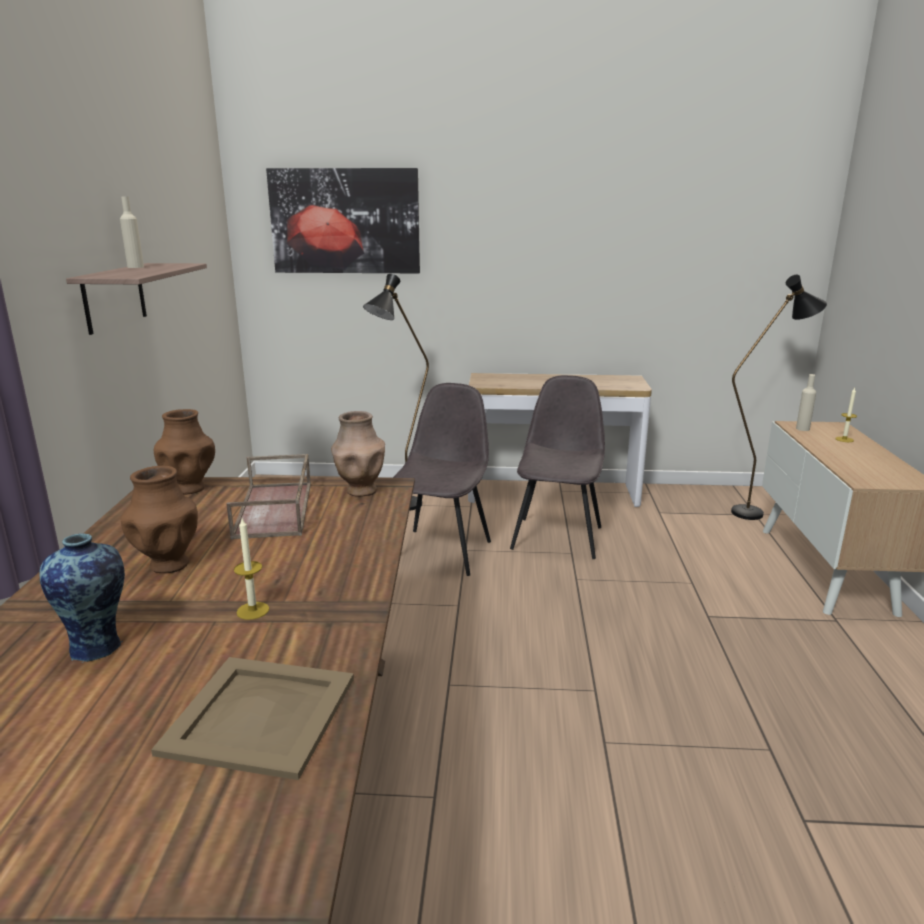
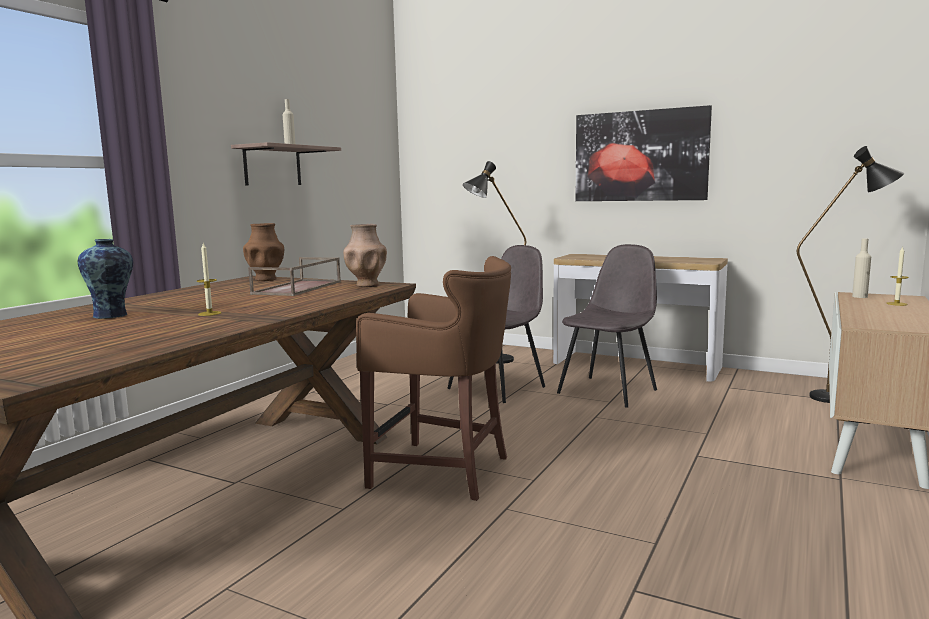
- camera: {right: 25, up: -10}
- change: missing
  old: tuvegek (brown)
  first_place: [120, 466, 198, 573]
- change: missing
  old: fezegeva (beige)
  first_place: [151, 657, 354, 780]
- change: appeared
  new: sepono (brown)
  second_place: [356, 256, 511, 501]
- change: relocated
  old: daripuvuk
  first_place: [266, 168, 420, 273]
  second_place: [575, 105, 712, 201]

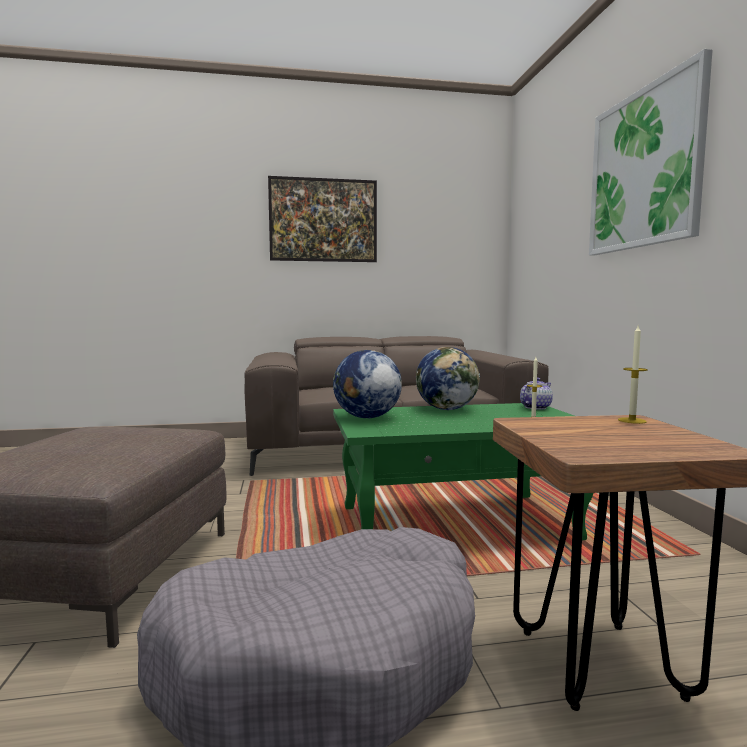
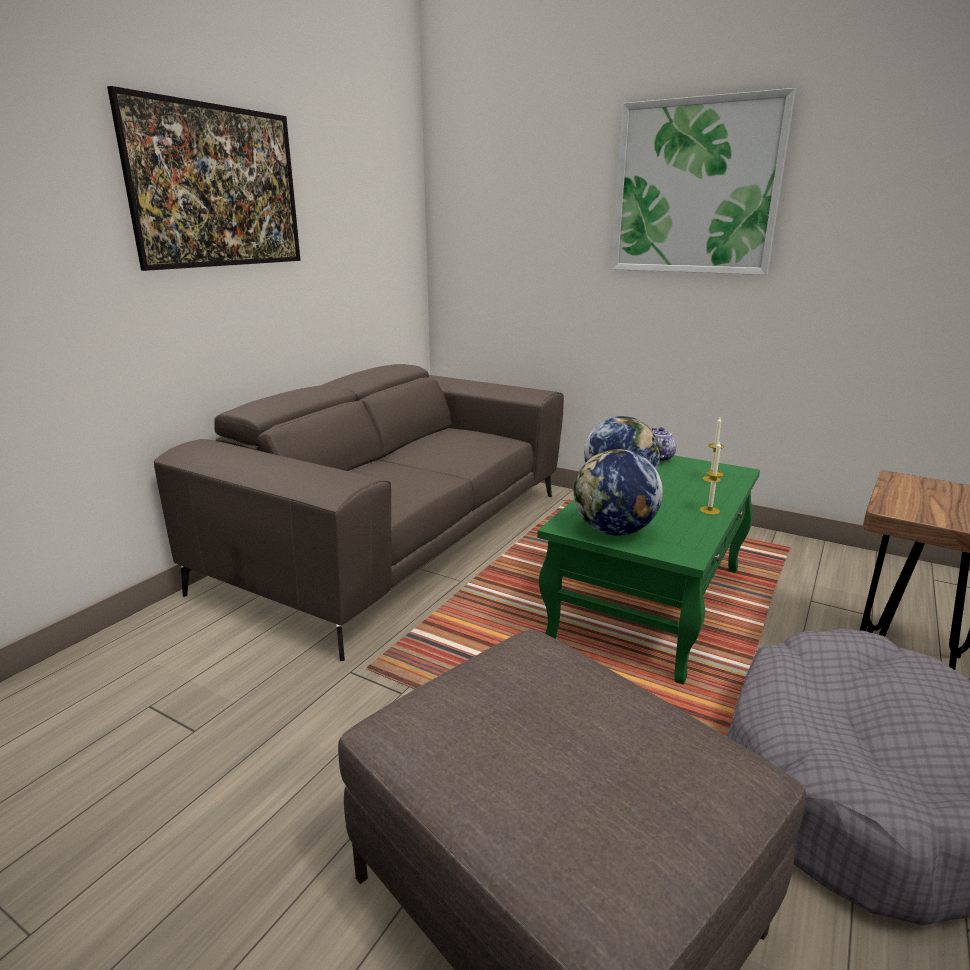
- camera: {right: -50, up: 15}
- change: relocated
  old: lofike
  first_place: [618, 326, 648, 424]
  second_place: [700, 442, 724, 515]

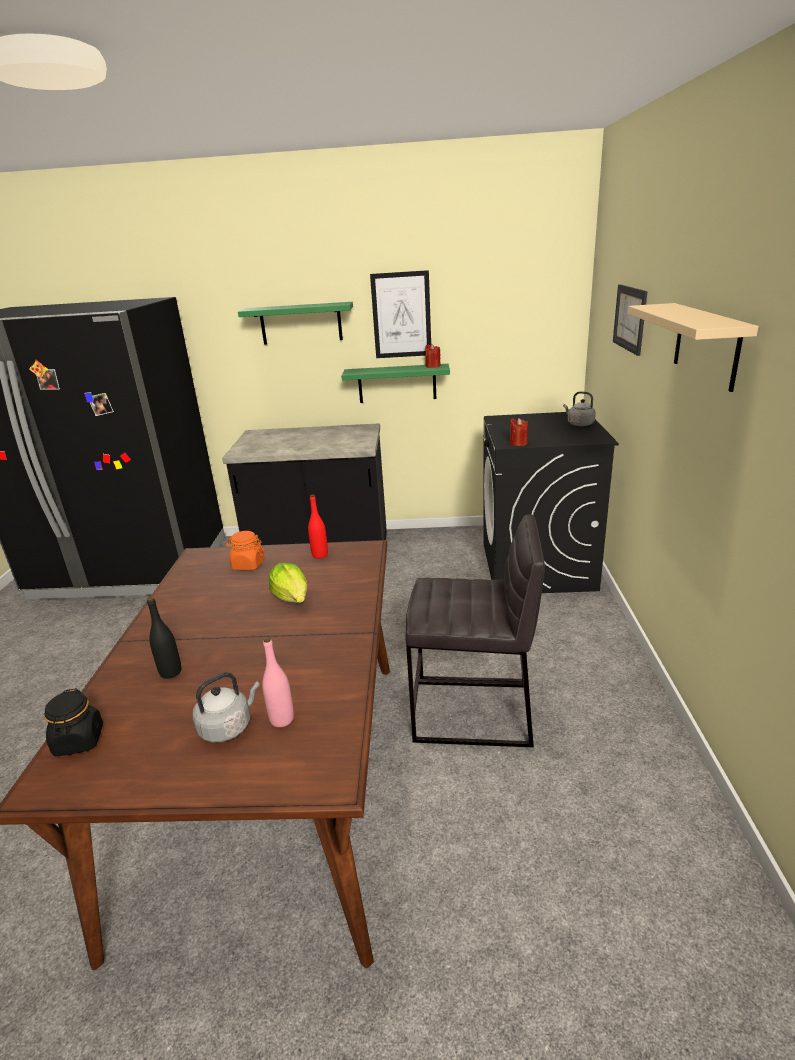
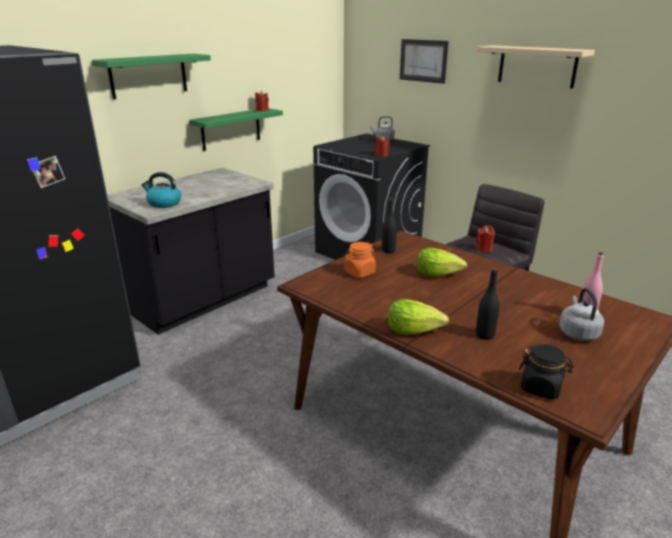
- camera: {right: -50, up: 0}
- change: missing
  old: daripuvuk
  first_place: [370, 270, 431, 358]
- change: appeared
  new: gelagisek
  second_place: [141, 172, 181, 208]
- change: appeared
  new: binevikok
  second_place: [388, 299, 449, 334]
- change: appeared
  new: lofike (red)
  second_place: [476, 225, 495, 252]
- change: colour
  old: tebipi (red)
  new: tebipi (black)
  first_place: [308, 494, 328, 559]
  second_place: [382, 198, 397, 253]

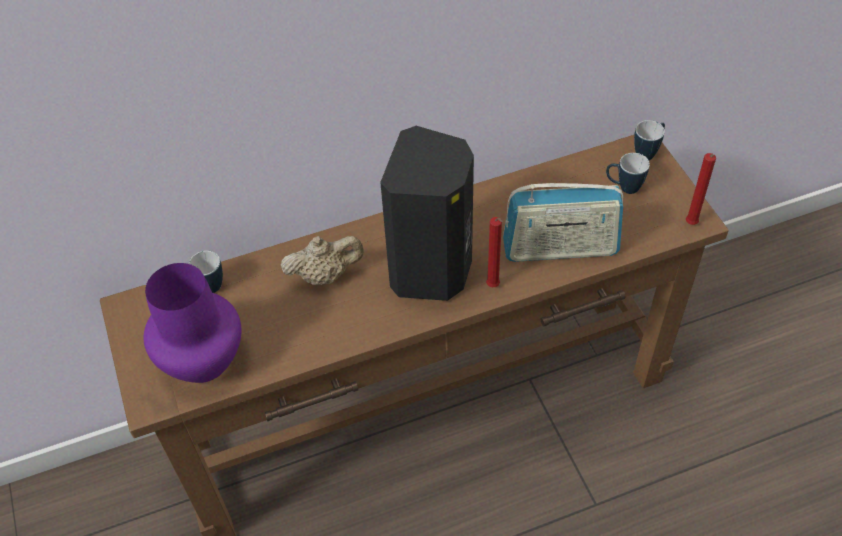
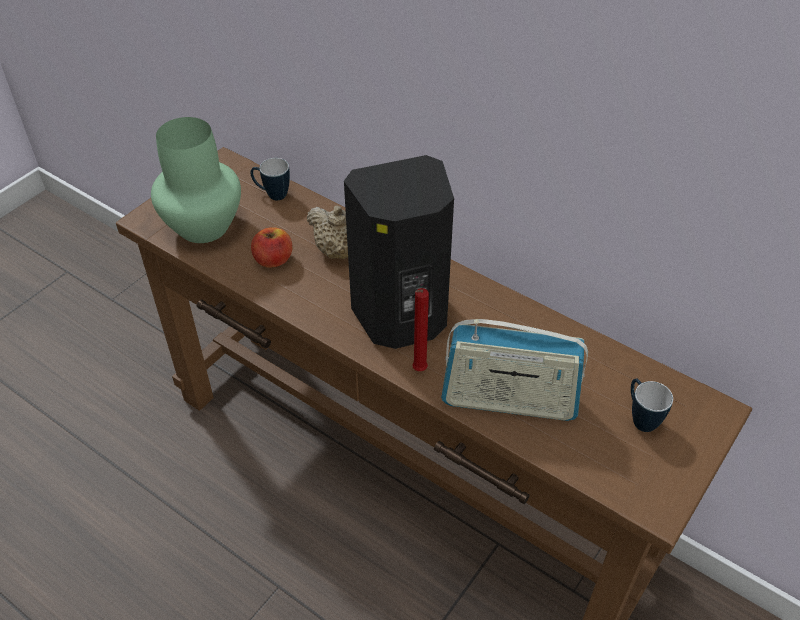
- camera: {right: 55, up: -5}
- change: missing
  old: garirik
  first_place: [634, 120, 665, 160]
- change: missing
  old: lofike (red)
  first_place: [686, 153, 716, 225]
- change: appeared
  new: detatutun
  second_place: [251, 227, 293, 268]
- change: colour
  old: tuvegek (purple)
  new: tuvegek (green)
  first_place: [144, 263, 241, 383]
  second_place: [151, 117, 241, 243]
- change: spun
  old: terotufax
  first_place: [503, 183, 623, 262]
  second_place: [441, 319, 588, 421]
  degrees: -45

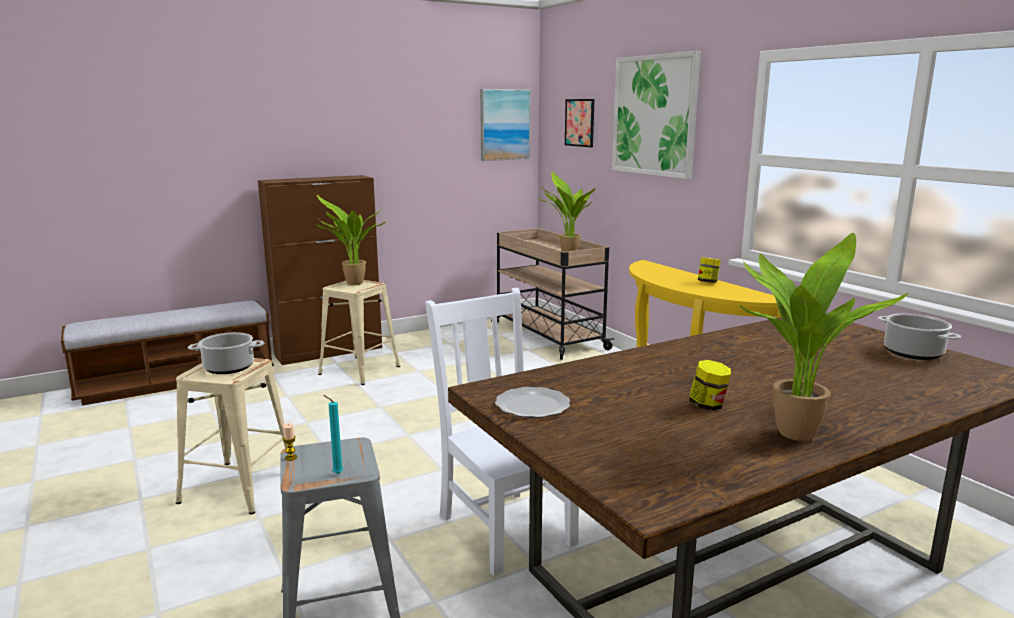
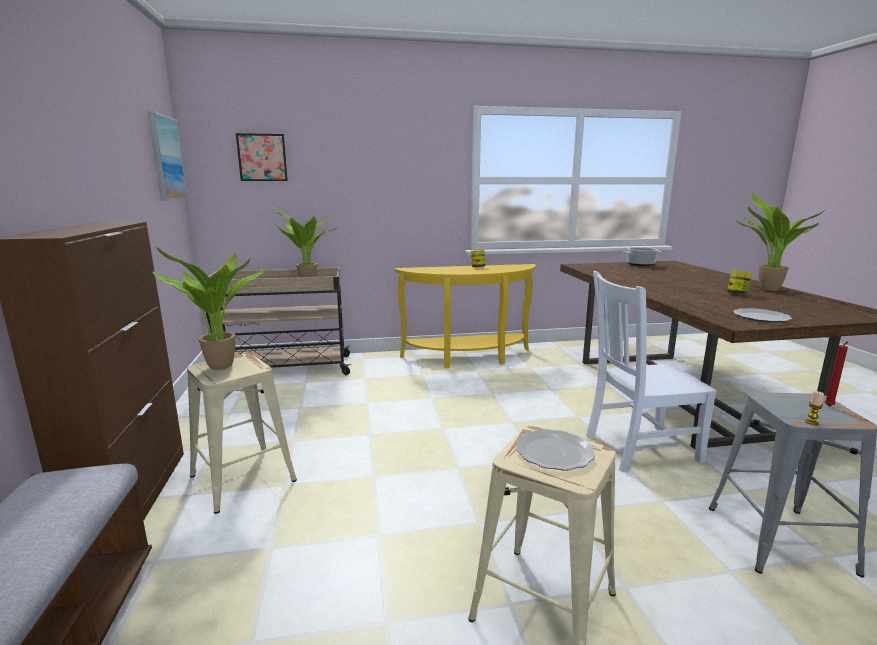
- camera: {right: -70, up: 0}
- change: missing
  old: daripuvuk
  first_place: [612, 51, 701, 179]
- change: exchanged
  old: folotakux
  new: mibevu
  first_place: [188, 332, 264, 374]
  second_place: [516, 429, 595, 471]
- change: colour
  old: lofike (turquoise)
  new: lofike (red)
  first_place: [323, 395, 343, 474]
  second_place: [825, 341, 848, 406]

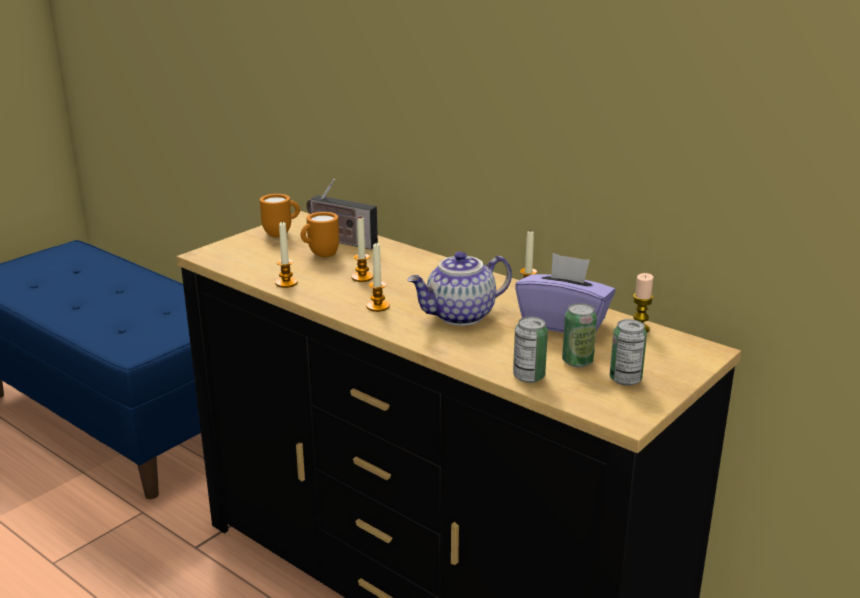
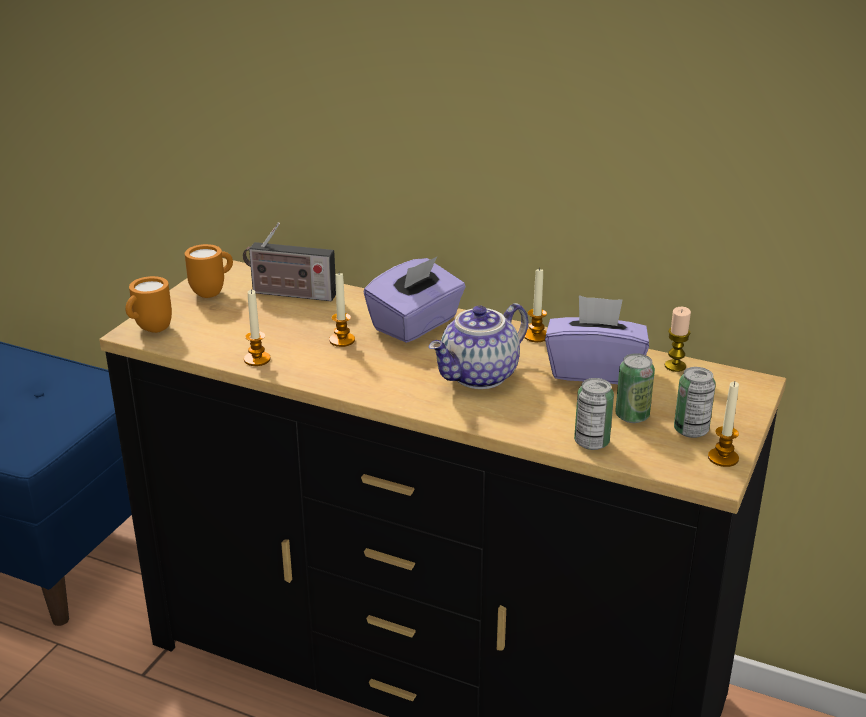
- camera: {right: -15, up: 5}
- change: appeared
  new: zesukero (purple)
  second_place: [363, 257, 466, 343]
- change: relocated
  old: garirik (orange)
  first_place: [301, 212, 339, 257]
  second_place: [125, 276, 172, 333]
- change: relocated
  old: lofike
  first_place: [366, 242, 390, 312]
  second_place: [708, 382, 739, 467]

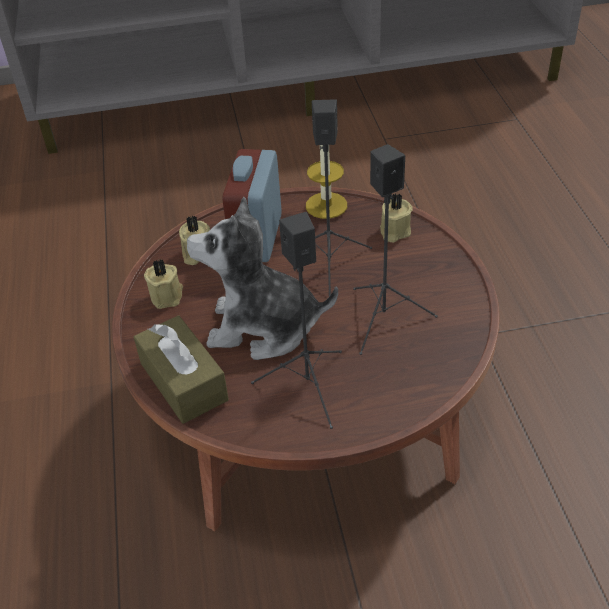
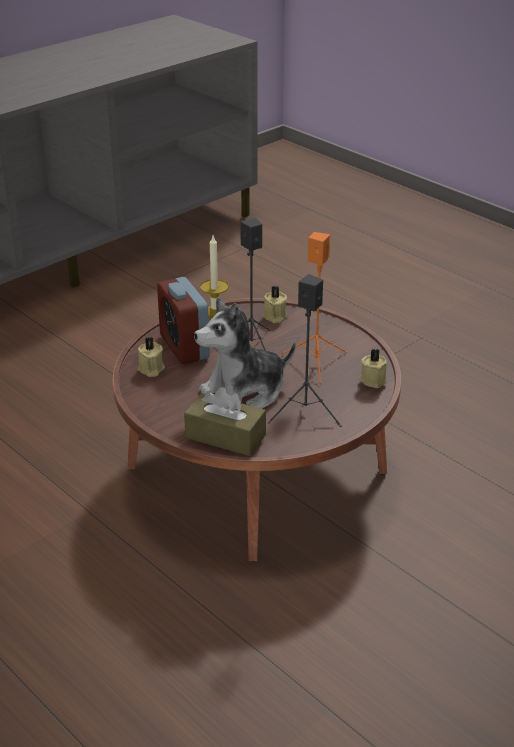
- camera: {right: -35, up: -10}
- change: relocated
  old: lofike (beige)
  first_place: [144, 259, 183, 309]
  second_place: [359, 348, 387, 388]
- change: colour
  old: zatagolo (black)
  new: zatagolo (orange)
  first_place: [353, 144, 438, 355]
  second_place: [281, 232, 347, 386]

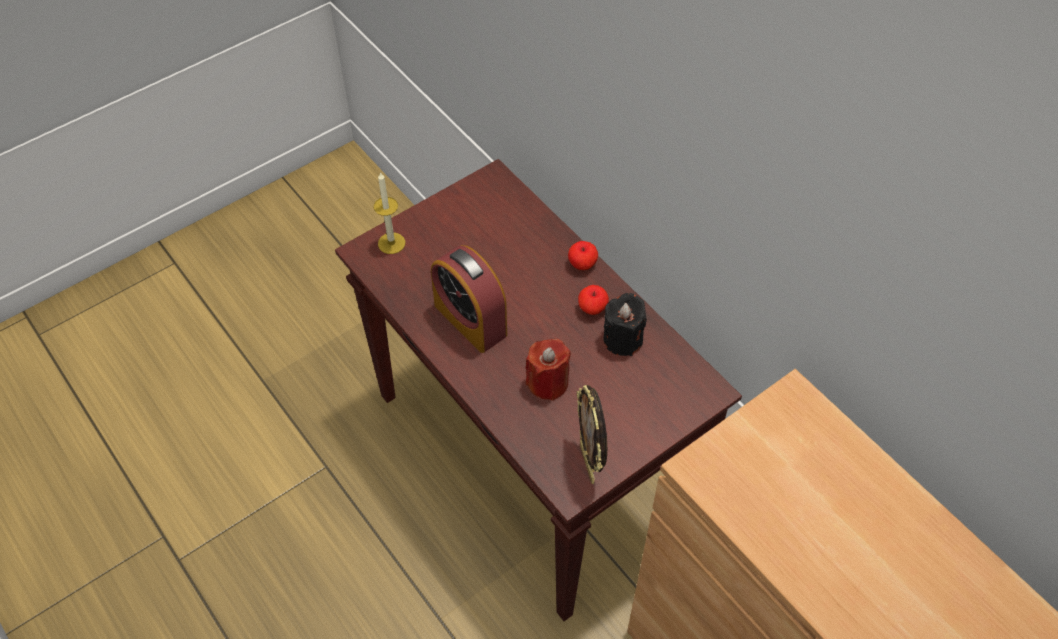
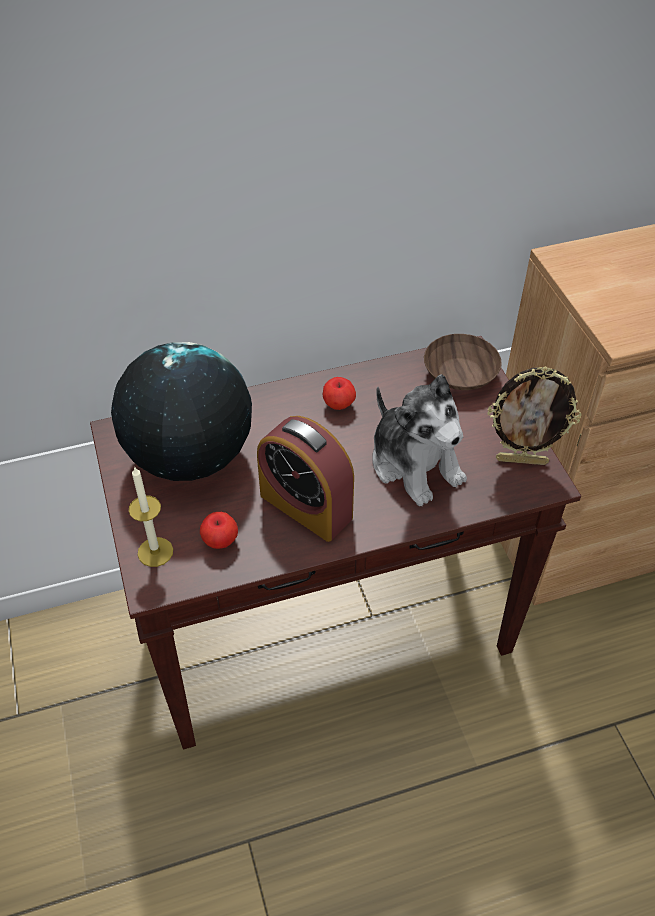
- camera: {right: -70, up: -5}
- change: missing
  old: lofike (black)
  first_place: [603, 293, 647, 356]
- change: appeared
  new: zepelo
  second_place: [111, 342, 252, 481]
- change: appeared
  new: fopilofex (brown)
  second_place: [424, 334, 502, 390]
- change: relocated
  old: detatutun
  first_place: [568, 241, 598, 270]
  second_place: [200, 512, 238, 549]
- change: exchanged
  old: lofike (red)
  new: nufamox
  first_place: [525, 339, 571, 401]
  second_place: [372, 374, 467, 506]
- change: spun
  old: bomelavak
  first_place: [431, 245, 507, 353]
  second_place: [257, 416, 354, 542]
  degrees: 60

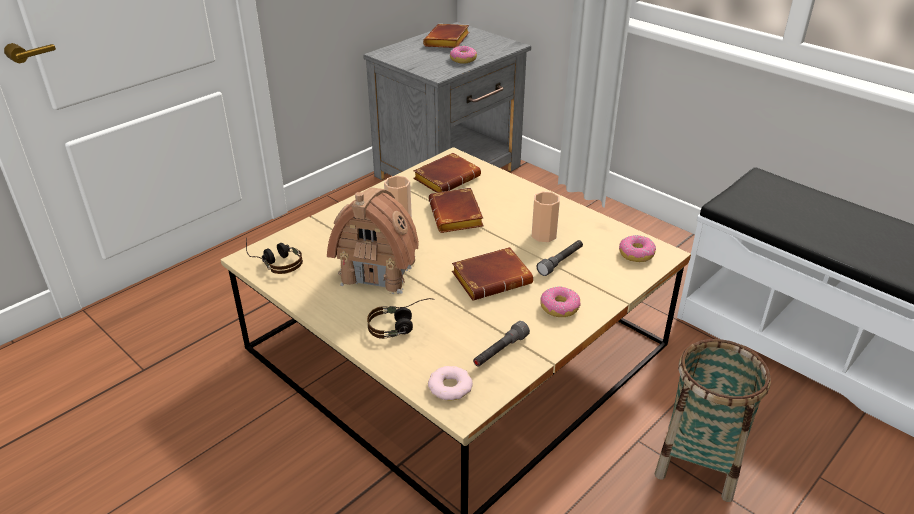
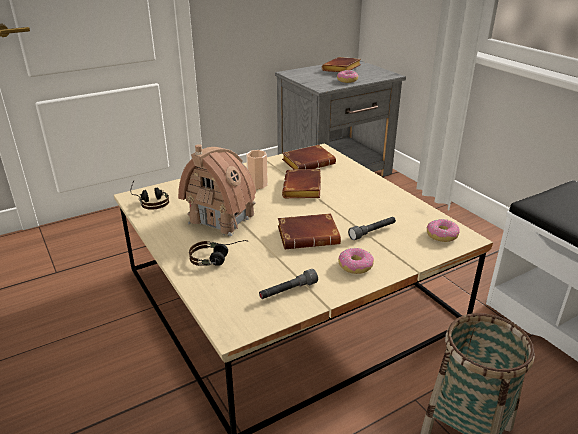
- camera: {right: 15, up: -5}
- change: missing
  old: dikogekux
  first_place: [428, 366, 473, 400]
- change: missing
  old: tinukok
  first_place: [531, 191, 560, 242]

